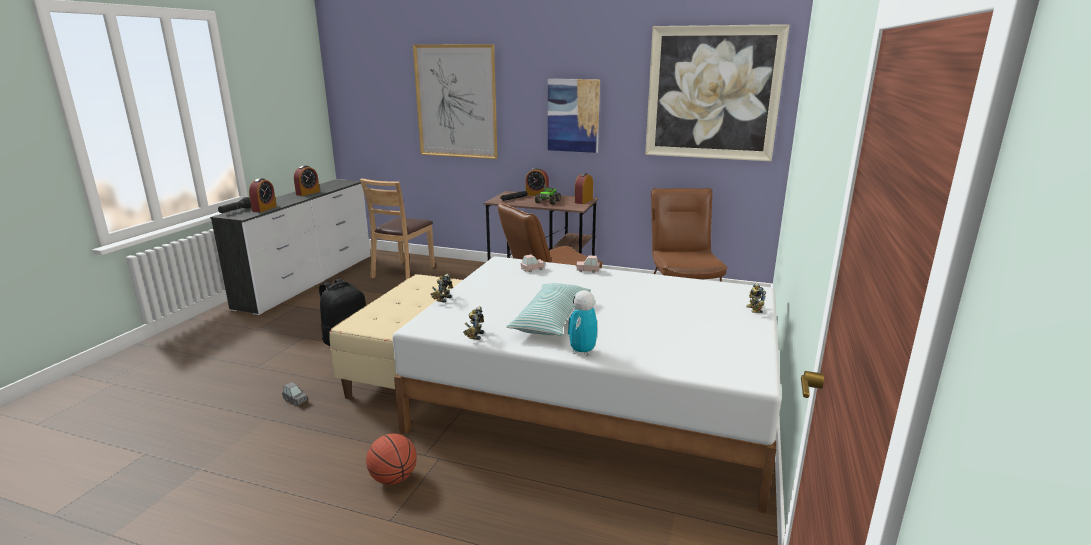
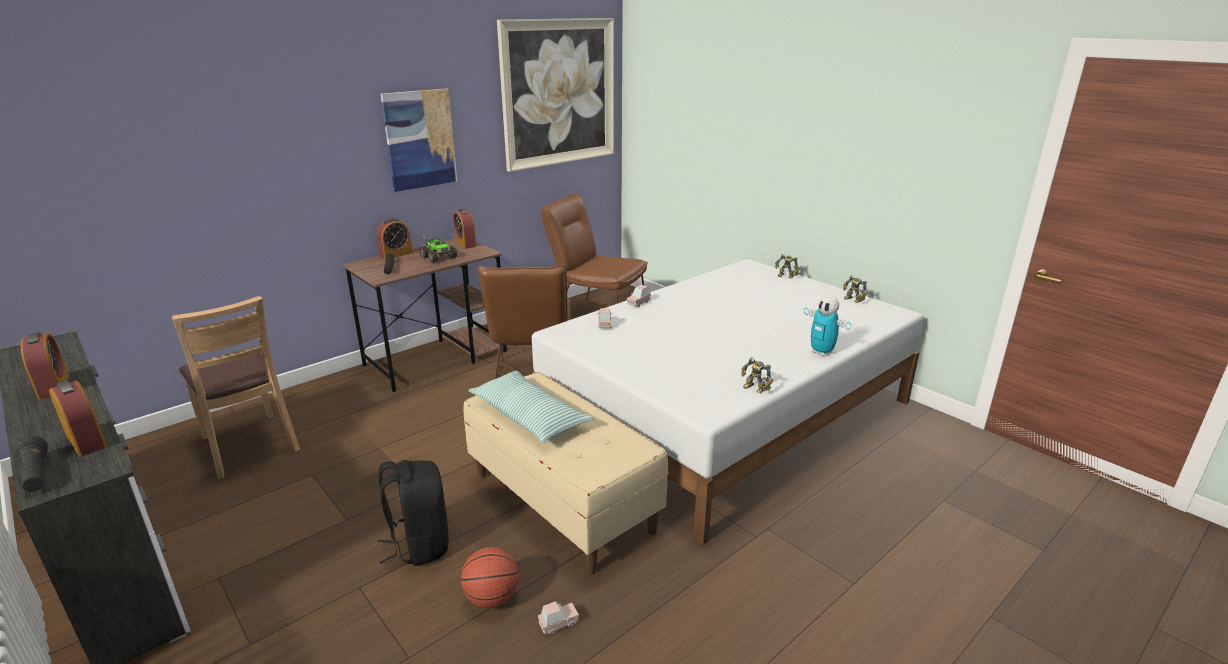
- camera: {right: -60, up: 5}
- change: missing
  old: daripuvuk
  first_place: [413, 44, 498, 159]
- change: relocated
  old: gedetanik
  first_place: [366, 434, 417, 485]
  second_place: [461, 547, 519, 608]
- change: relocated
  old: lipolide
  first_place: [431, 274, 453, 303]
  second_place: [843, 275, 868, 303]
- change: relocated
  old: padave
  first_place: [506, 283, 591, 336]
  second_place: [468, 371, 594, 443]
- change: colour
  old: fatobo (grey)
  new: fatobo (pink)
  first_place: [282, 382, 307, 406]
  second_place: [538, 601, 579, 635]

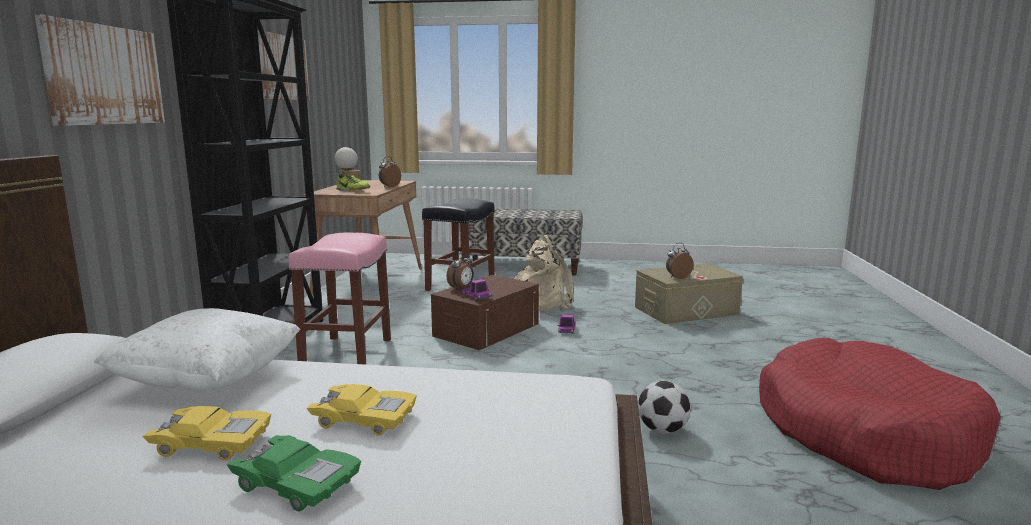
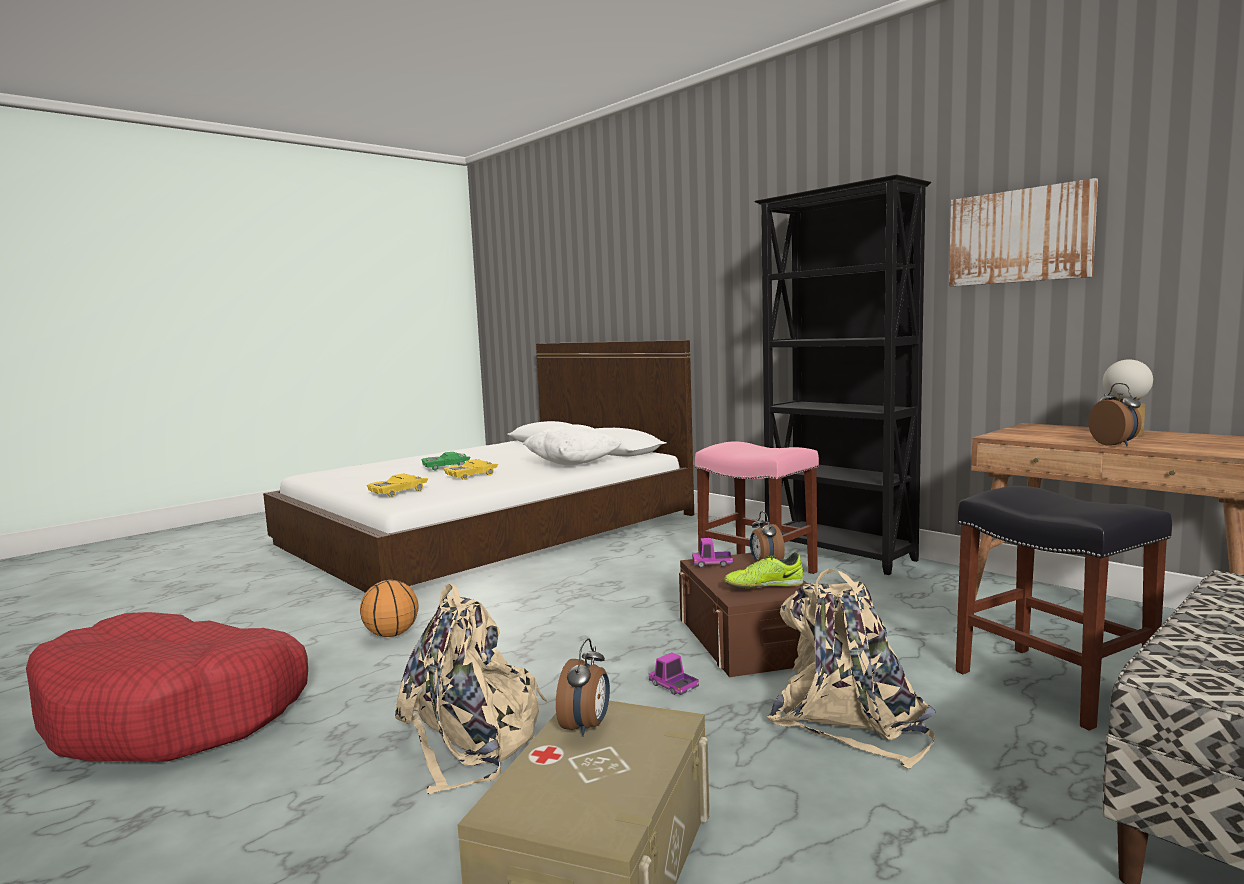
- camera: {right: 130, up: -5}
- change: missing
  old: daripuvuk
  first_place: [35, 15, 165, 126]
- change: appeared
  new: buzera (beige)
  second_place: [395, 584, 547, 794]
- change: relocated
  old: fatobo (yellow)
  first_place: [143, 406, 271, 461]
  second_place: [367, 474, 428, 497]
- change: relocated
  old: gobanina
  first_place: [336, 174, 370, 191]
  second_place: [724, 552, 803, 588]
- change: exchanged
  old: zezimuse
  new: gedetanik
  first_place: [638, 381, 691, 434]
  second_place: [360, 580, 419, 637]

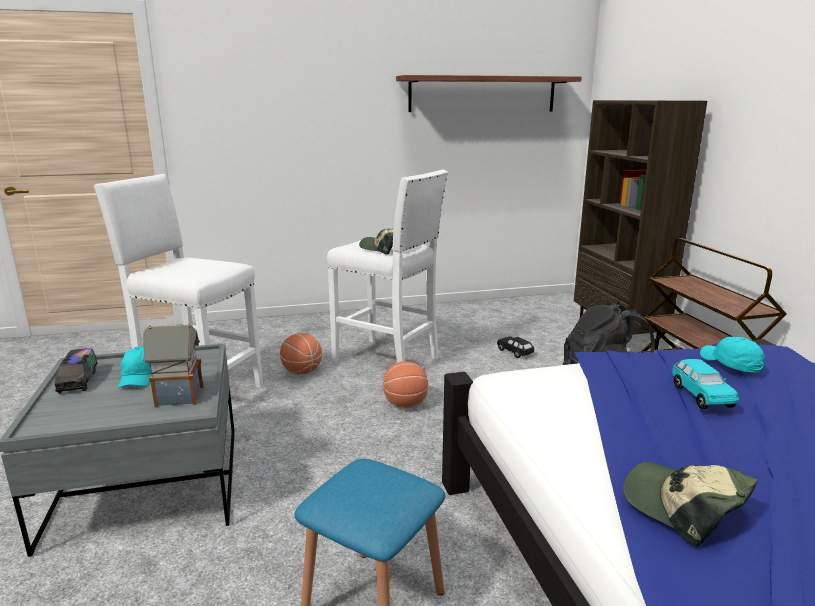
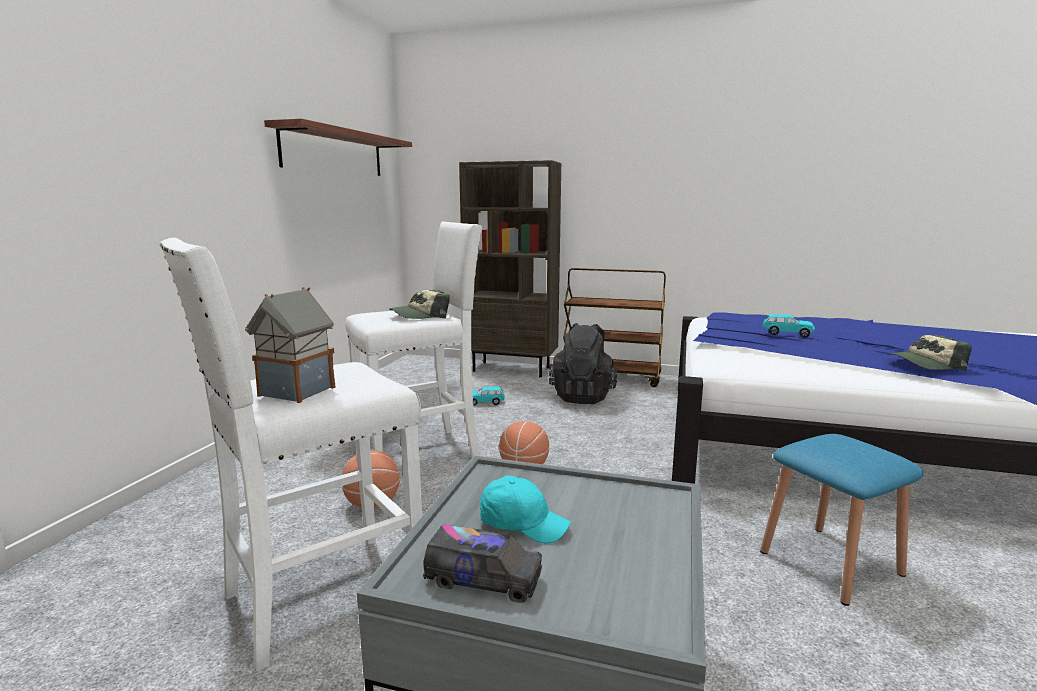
- camera: {right: -60, up: -5}
- change: missing
  old: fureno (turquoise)
  first_place: [700, 337, 765, 373]
- change: relocated
  old: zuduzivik
  first_place: [143, 323, 204, 407]
  second_place: [245, 287, 335, 403]
- change: colour
  old: fatobo (black)
  new: fatobo (turquoise)
  first_place: [497, 337, 534, 358]
  second_place: [473, 387, 505, 406]

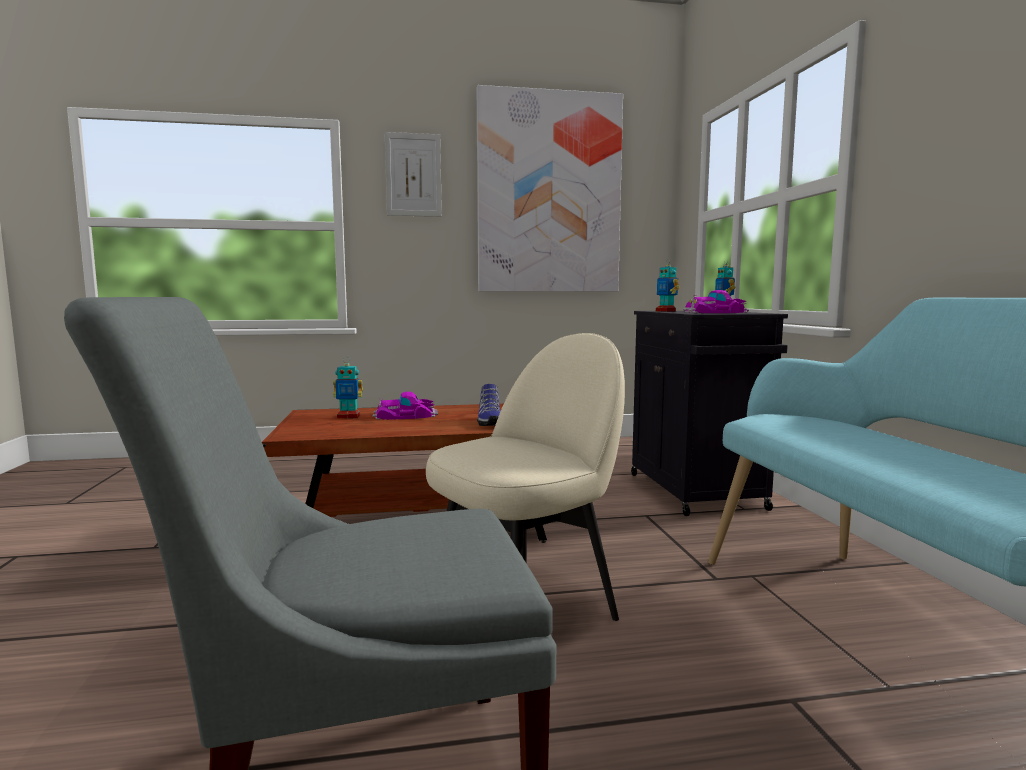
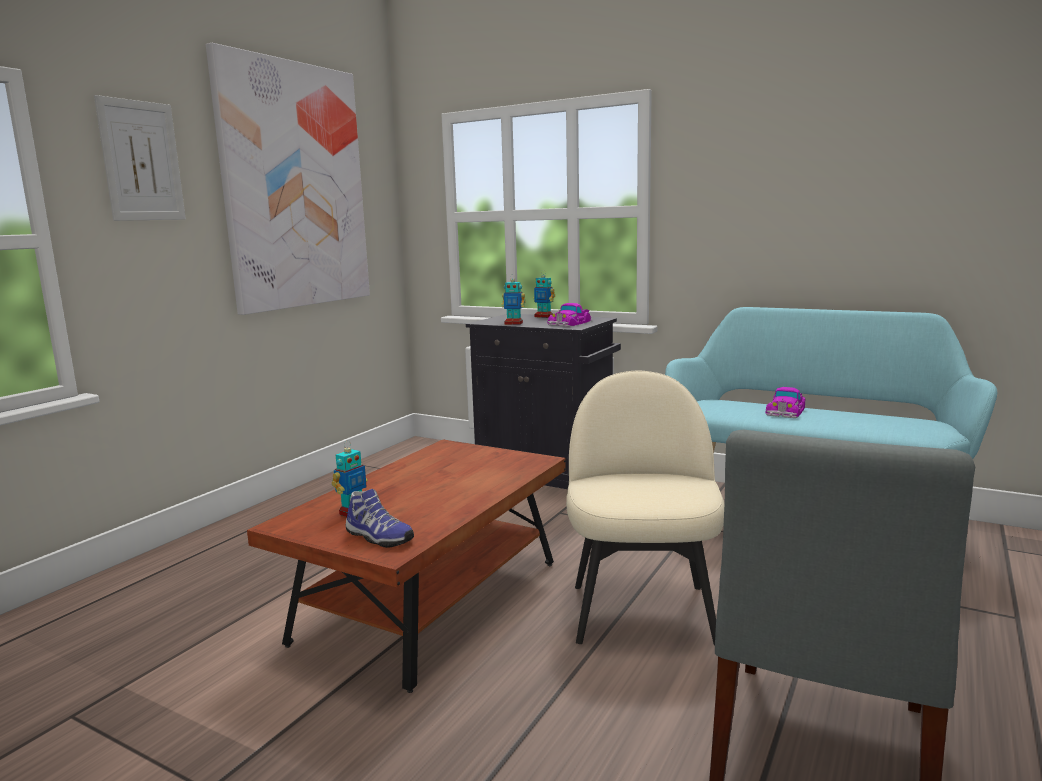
- camera: {right: -50, up: 5}
- change: relocated
  old: fatobo
  first_place: [372, 392, 438, 420]
  second_place: [766, 387, 805, 418]
- change: relocated
  old: gobanina
  first_place: [477, 384, 501, 426]
  second_place: [346, 489, 414, 548]

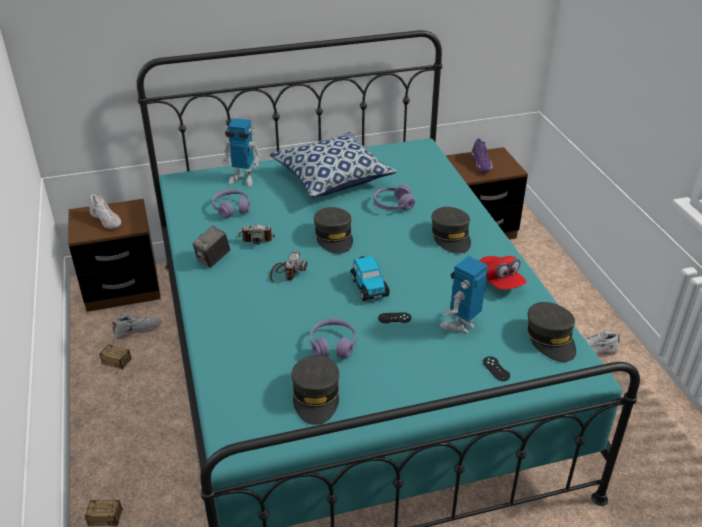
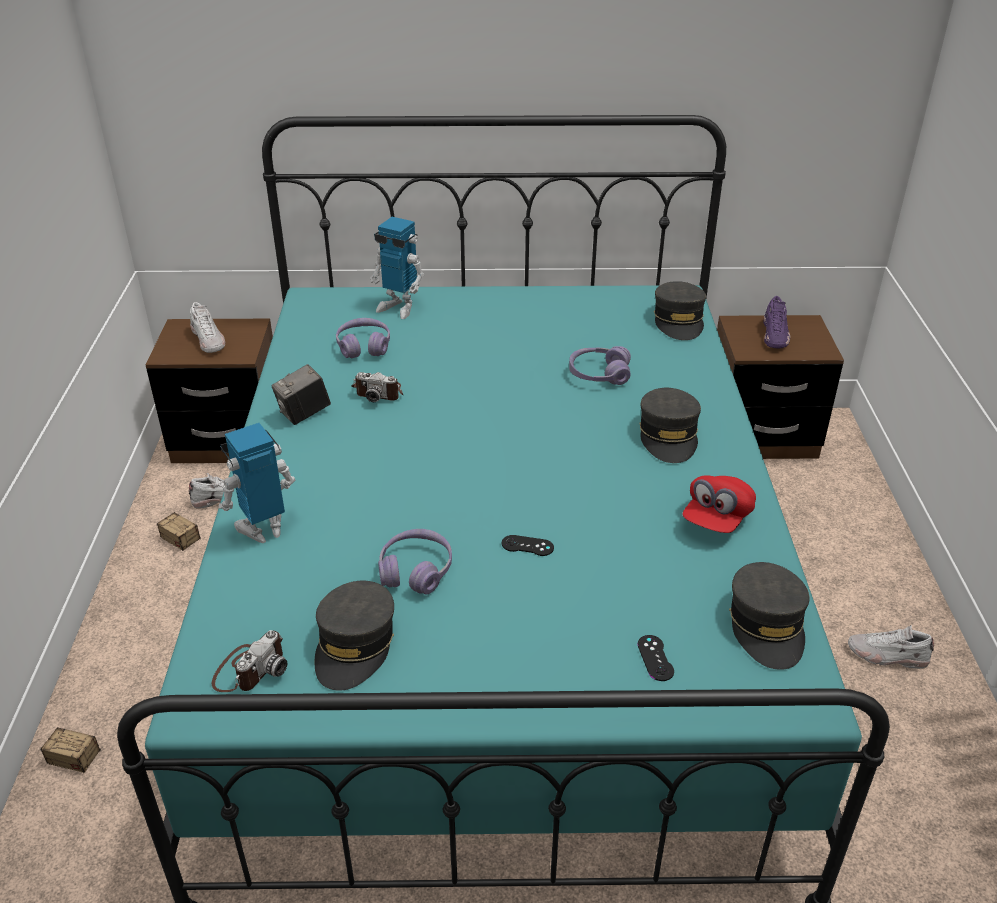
- camera: {right: 15, up: 0}
- change: missing
  old: padave
  first_place: [270, 132, 397, 198]
- change: missing
  old: fatobo
  first_place: [350, 256, 390, 301]
- change: relocated
  old: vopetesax
  first_place: [270, 250, 307, 283]
  second_place: [212, 630, 287, 692]
- change: relocated
  old: fureno (grey)
  first_place: [314, 207, 353, 254]
  second_place: [654, 281, 706, 340]
- change: relocated
  old: lipolide
  first_place: [440, 256, 488, 334]
  second_place: [219, 423, 295, 543]
- change: spun
  old: fureno (red)
  first_place: [479, 256, 526, 290]
  second_place: [682, 475, 756, 533]
  degrees: 45

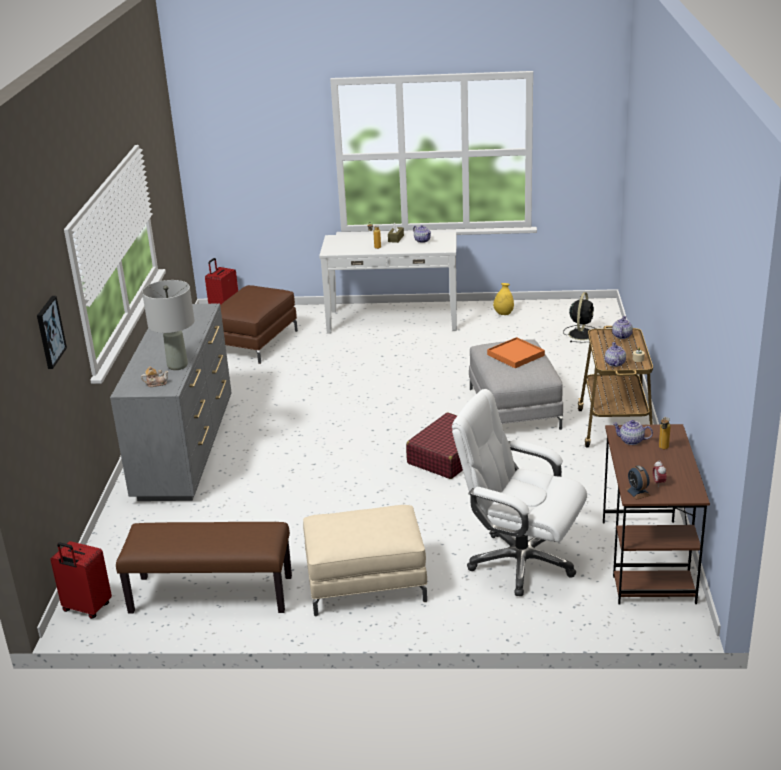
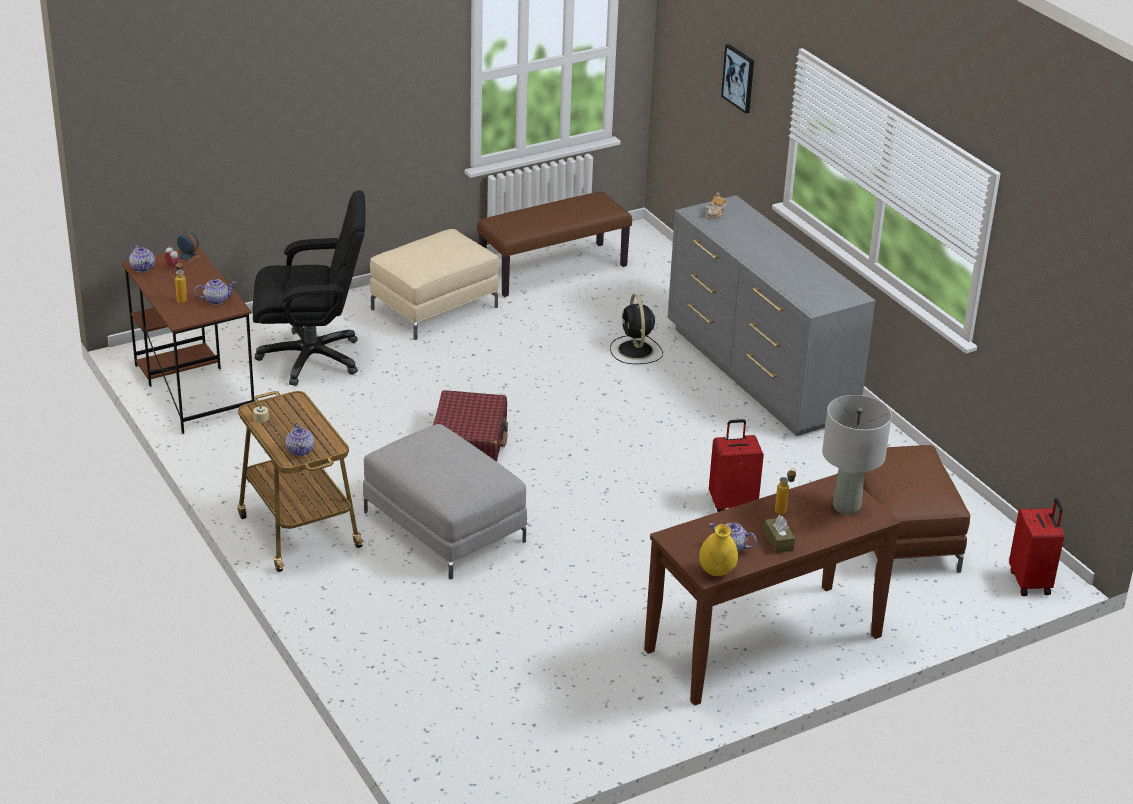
- camera: {right: 145, up: 5}
- change: missing
  old: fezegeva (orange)
  first_place: [487, 337, 545, 368]
- change: relocated
  old: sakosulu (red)
  first_place: [50, 541, 112, 619]
  second_place: [709, 419, 764, 512]
- change: relocated
  old: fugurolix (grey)
  first_place: [142, 280, 195, 370]
  second_place: [822, 395, 892, 515]
- change: relocated
  old: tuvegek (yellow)
  first_place: [493, 283, 514, 315]
  second_place: [699, 524, 738, 576]
- change: relocated
  old: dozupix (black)
  first_place: [563, 292, 597, 343]
  second_place: [610, 294, 663, 364]
- change: relocated
  old: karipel
  first_place: [605, 342, 626, 367]
  second_place: [129, 245, 155, 272]
- change: colour
  old: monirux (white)
  new: monirux (brown)
  first_place: [319, 232, 457, 333]
  second_place: [644, 474, 901, 706]
- change: colour
  old: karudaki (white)
  new: karudaki (black)
  first_place: [452, 389, 587, 596]
  second_place: [253, 190, 365, 386]

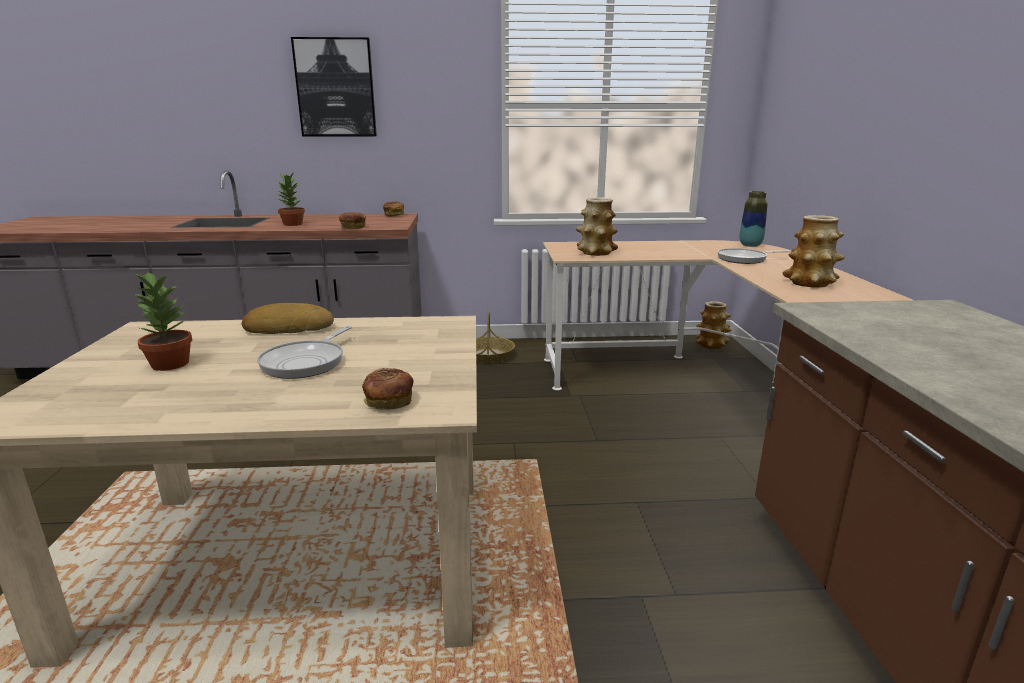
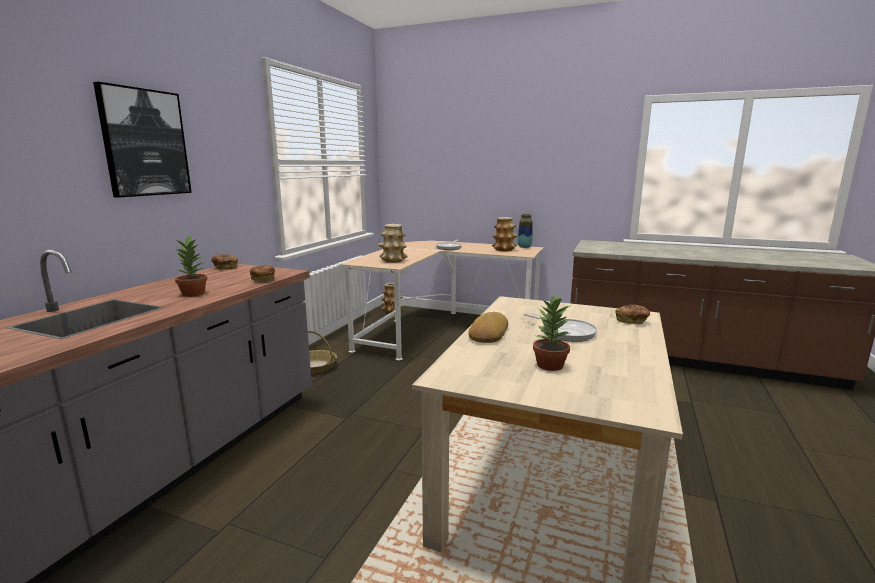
- camera: {right: -65, up: -5}
- change: relocated
  old: tuvegek
  first_place: [739, 191, 767, 247]
  second_place: [518, 214, 533, 248]

